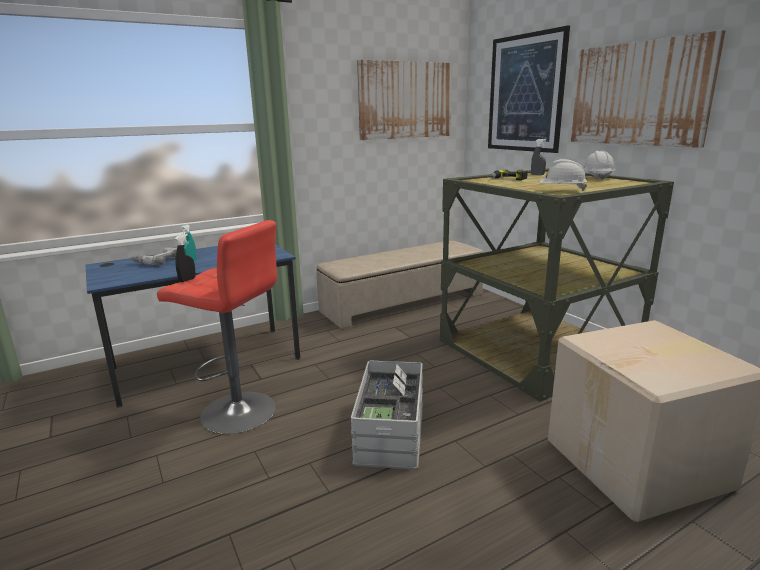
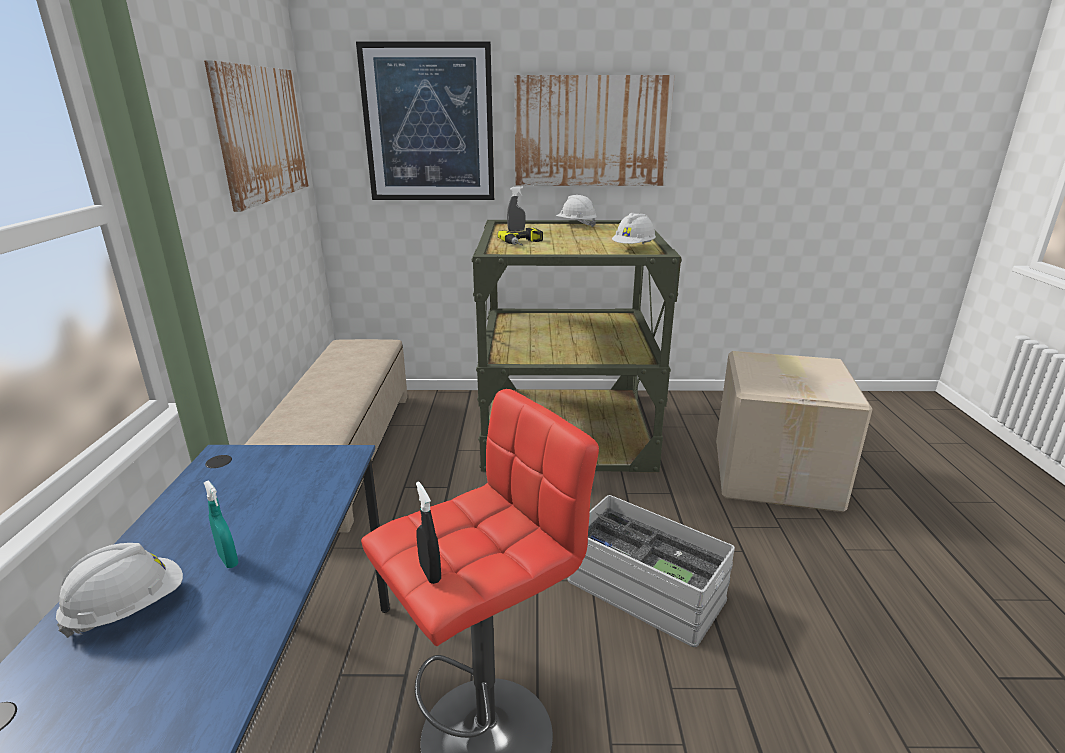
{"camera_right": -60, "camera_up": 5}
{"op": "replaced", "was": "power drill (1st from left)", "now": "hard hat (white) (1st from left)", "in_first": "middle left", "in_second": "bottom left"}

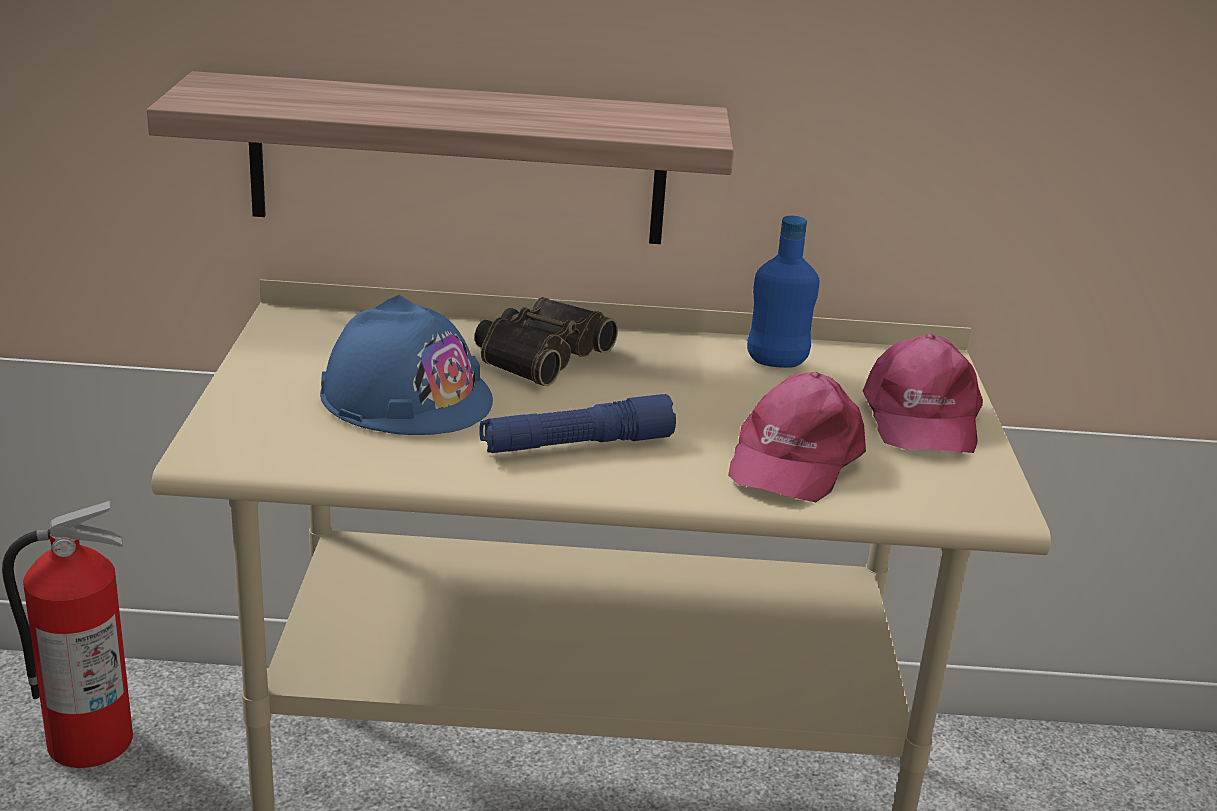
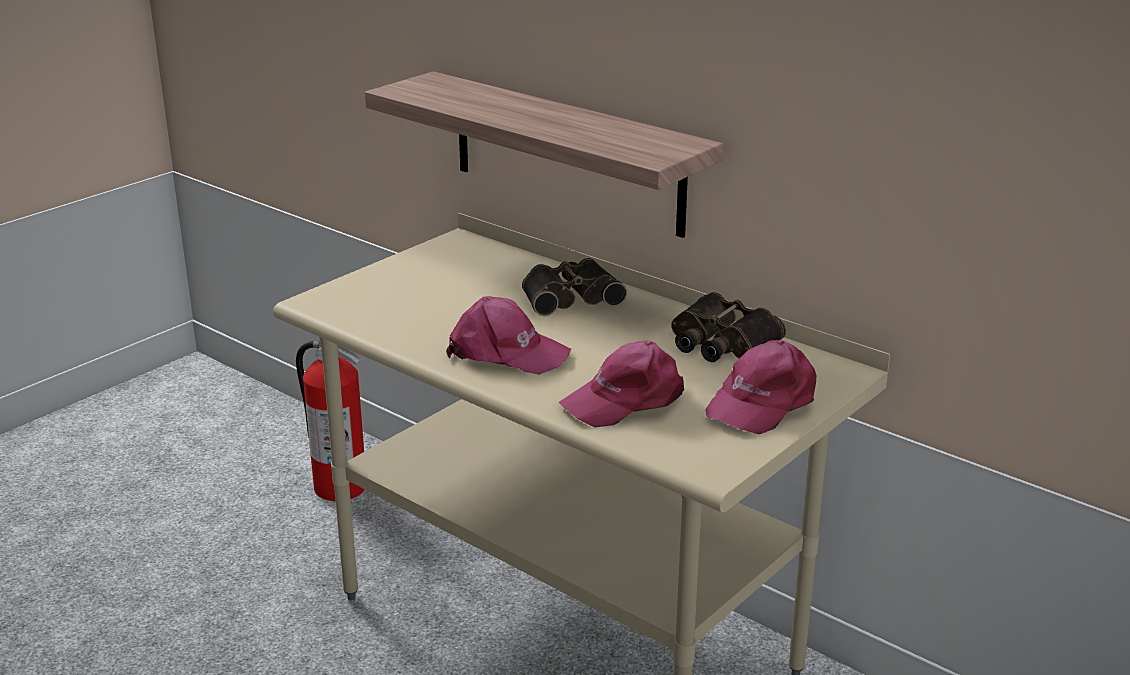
{"camera_right": 40, "camera_up": 0}
{"op": "replaced", "was": "bottle (blue)", "now": "binoculars (2nd from left)", "in_first": "centre", "in_second": "centre"}
{"op": "removed", "was": "hard hat (blue)", "in_first": "centre"}
{"op": "replaced", "was": "flashlight (blue)", "now": "cap (pink) (1st from left)", "in_first": "centre", "in_second": "centre"}

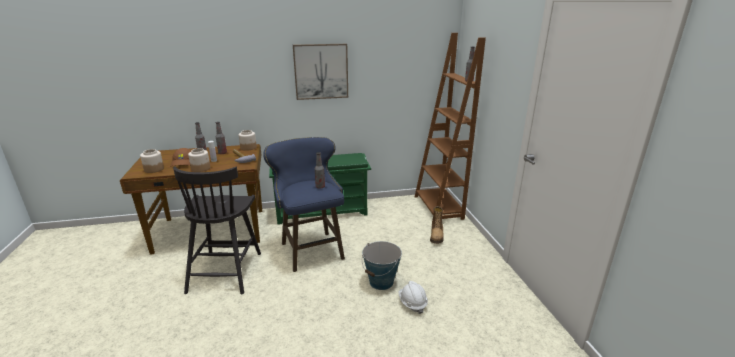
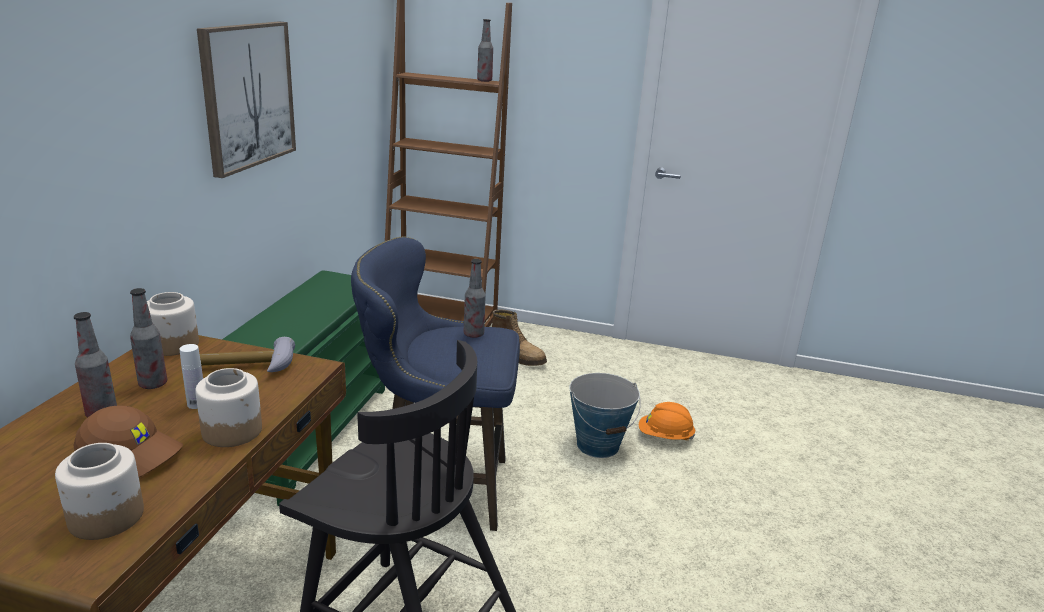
{"camera_right": -65, "camera_up": 0}
{"op": "recoloured", "was": "hard hat (white)", "now": "hard hat (orange)", "in_first": "bottom centre", "in_second": "bottom centre"}

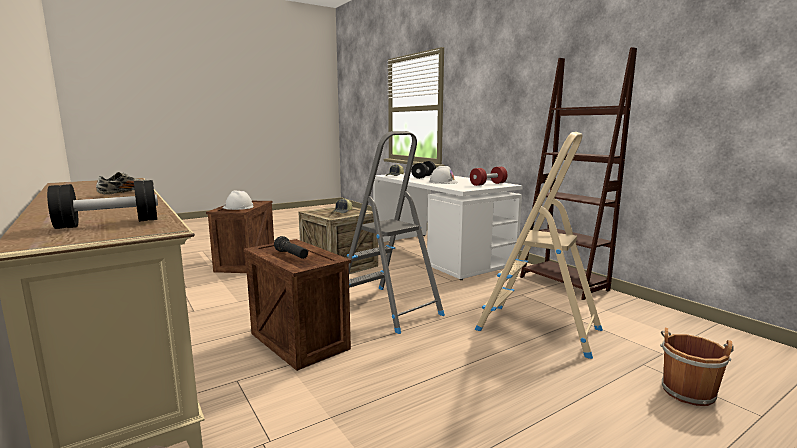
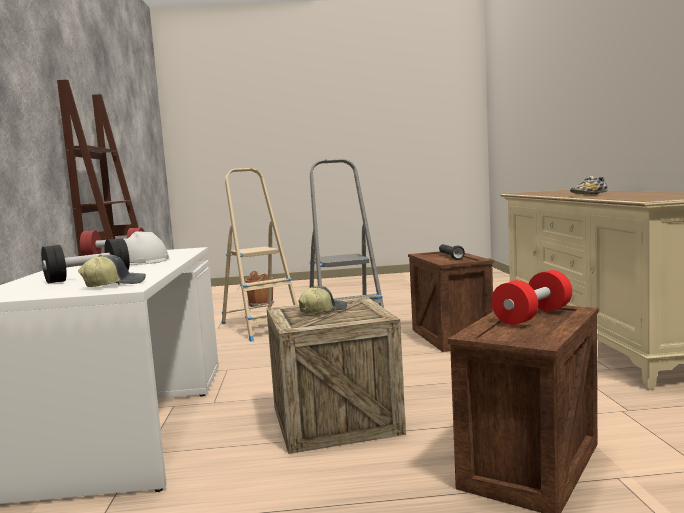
{"camera_right": -150, "camera_up": -5}
{"op": "removed", "was": "dumbbell (black) (1st from left)", "in_first": "middle left"}
{"op": "replaced", "was": "hard hat (white) (1st from left)", "now": "dumbbell (red) (2nd from left)", "in_first": "middle left", "in_second": "middle right"}

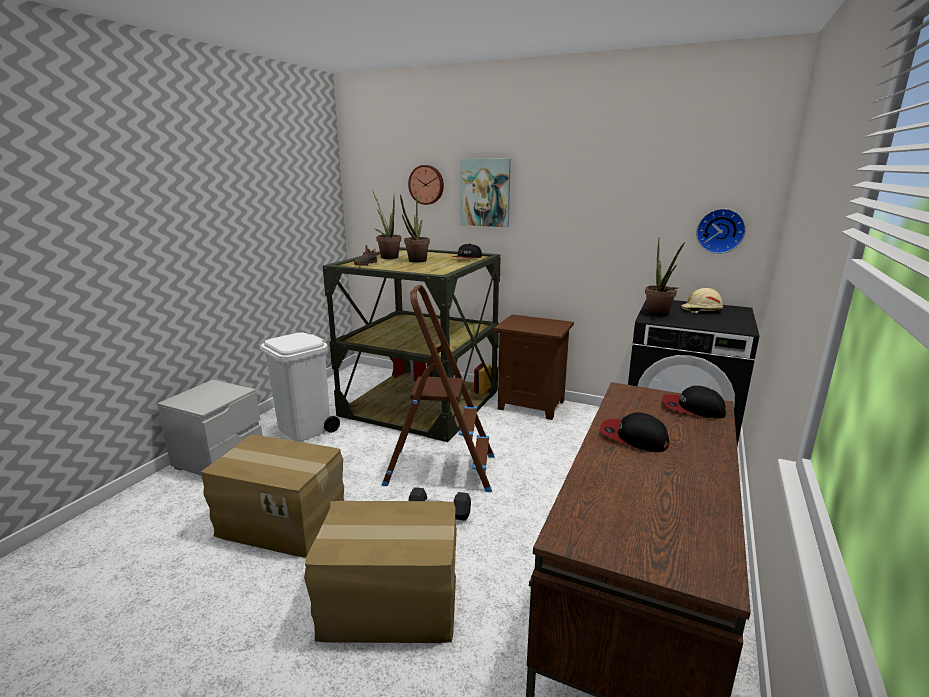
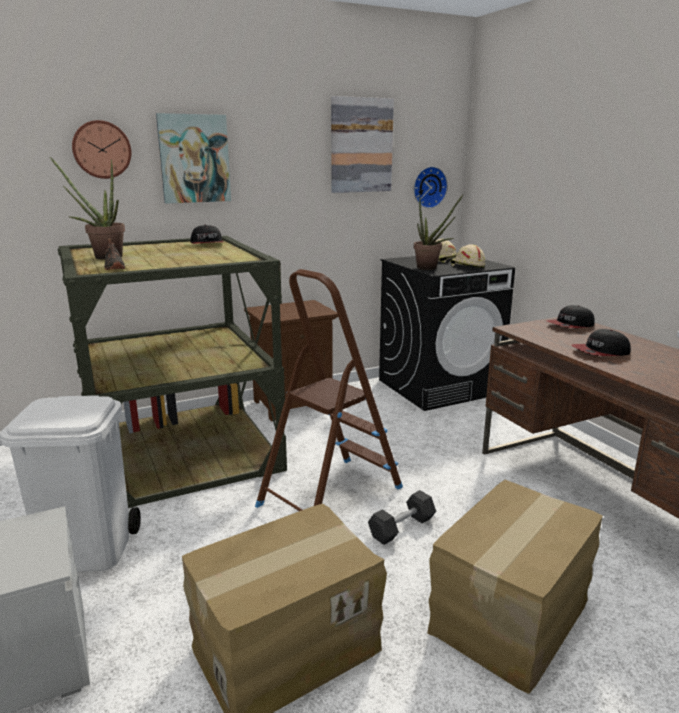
{"camera_right": -50, "camera_up": 0}
{"op": "removed", "was": "potted plant (2nd from left)", "in_first": "top centre"}
{"op": "added", "now": "picture (2nd from left)", "in_second": "top centre"}
{"op": "added", "now": "hard hat (beige) (2nd from left)", "in_second": "middle right"}

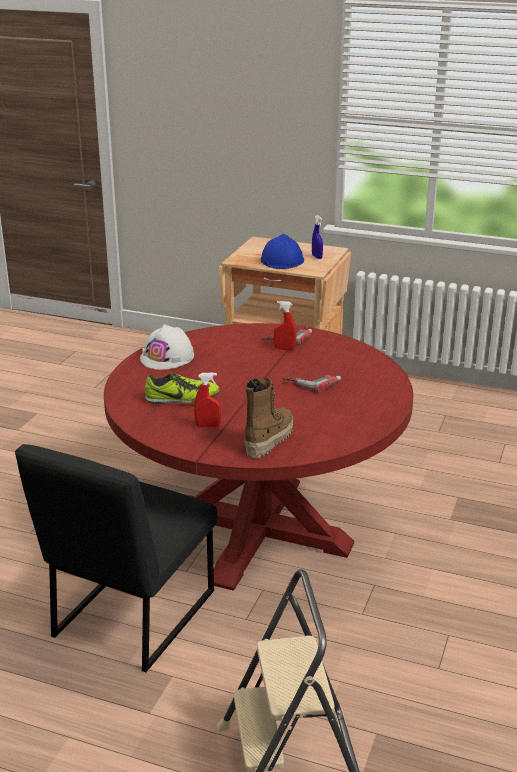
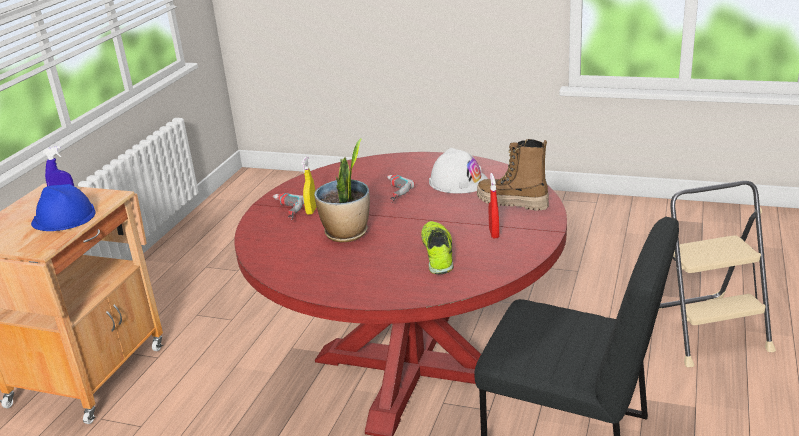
{"camera_right": -90, "camera_up": 0}
{"op": "recoloured", "was": "spray bottle (red) (2nd from left)", "now": "spray bottle (yellow)", "in_first": "centre", "in_second": "centre"}
{"op": "moved", "was": "hard hat (white)", "in_first": "middle left", "in_second": "centre"}
{"op": "added", "now": "potted plant", "in_second": "centre"}

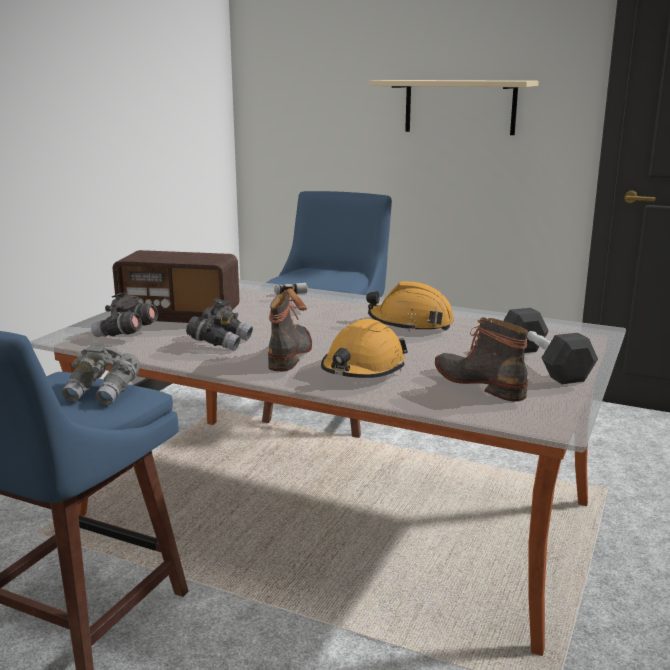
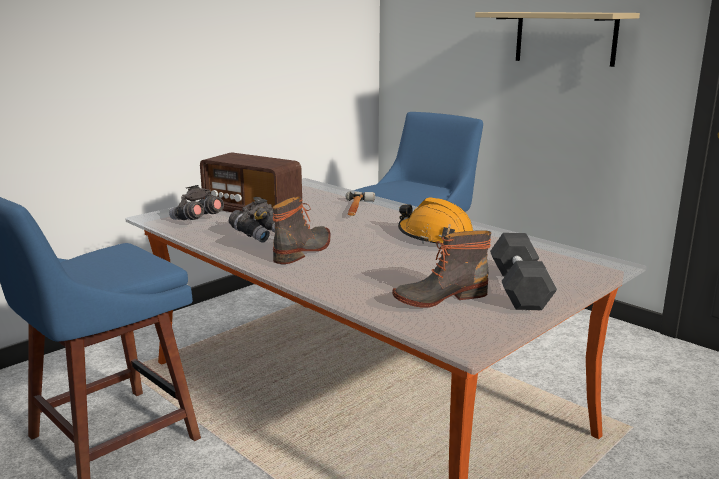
{"camera_right": 20, "camera_up": 0}
{"op": "turned", "was": "boot (2nd from left)", "in_first": "middle right", "in_second": "centre", "clockwise": -90}
{"op": "removed", "was": "hard hat (orange) (1st from left)", "in_first": "centre"}
{"op": "removed", "was": "binoculars (grey) (1st from left)", "in_first": "middle left"}

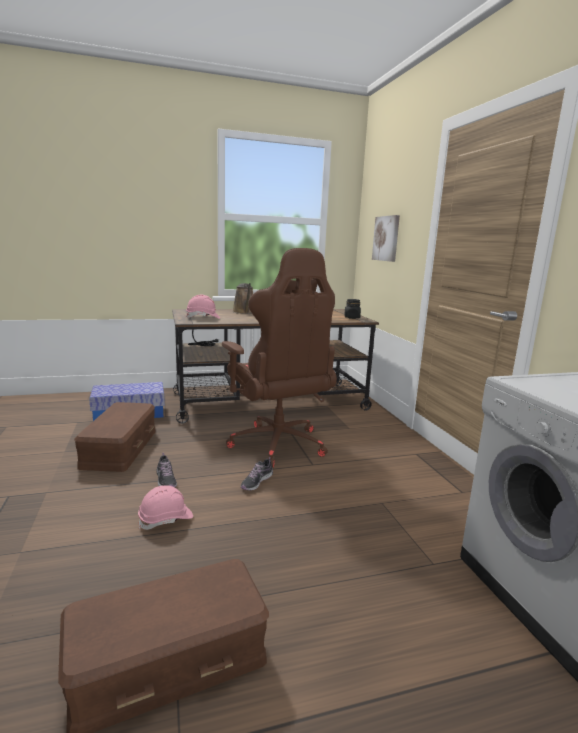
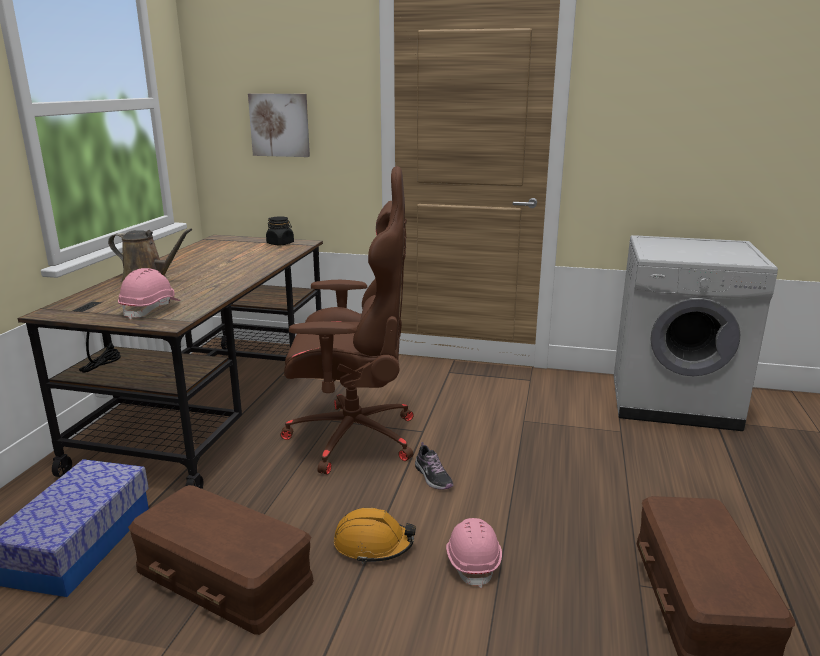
{"camera_right": -60, "camera_up": 5}
{"op": "replaced", "was": "shoe (1st from left)", "now": "hard hat (orange)", "in_first": "middle left", "in_second": "bottom centre"}

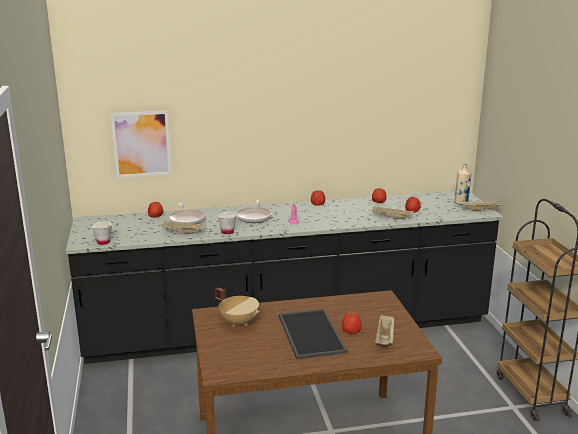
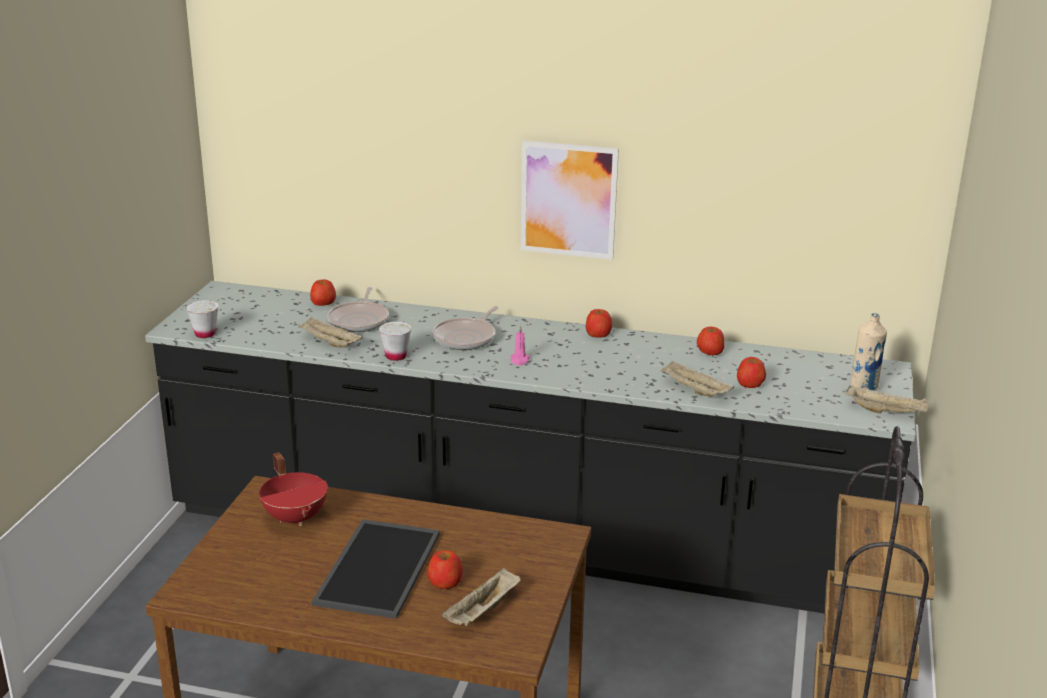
{"camera_right": 25, "camera_up": 5}
{"op": "moved", "was": "picture", "in_first": "top left", "in_second": "top centre"}
{"op": "recoloured", "was": "cooking pot (beige)", "now": "cooking pot (red)", "in_first": "bottom centre", "in_second": "bottom left"}

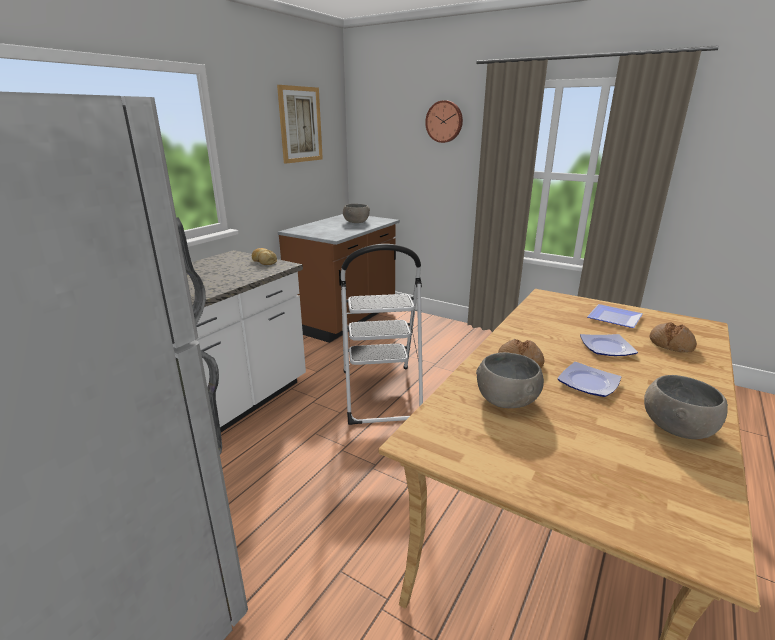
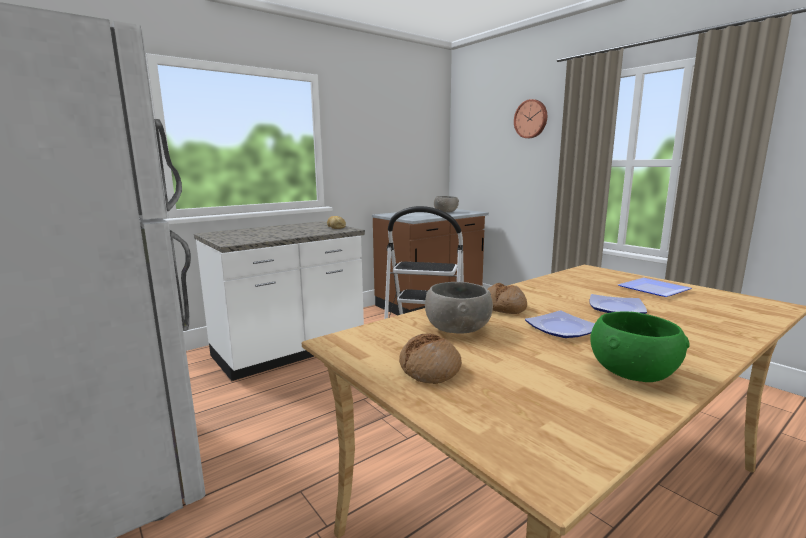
{"camera_right": 20, "camera_up": -10}
{"op": "removed", "was": "picture", "in_first": "top centre"}
{"op": "moved", "was": "bread (3rd from left in the first image)", "now": "bread (2nd from left)", "in_first": "middle right", "in_second": "centre"}
{"op": "recoloured", "was": "bowl (grey) (3rd from left)", "now": "bowl (green)", "in_first": "middle right", "in_second": "middle right"}

